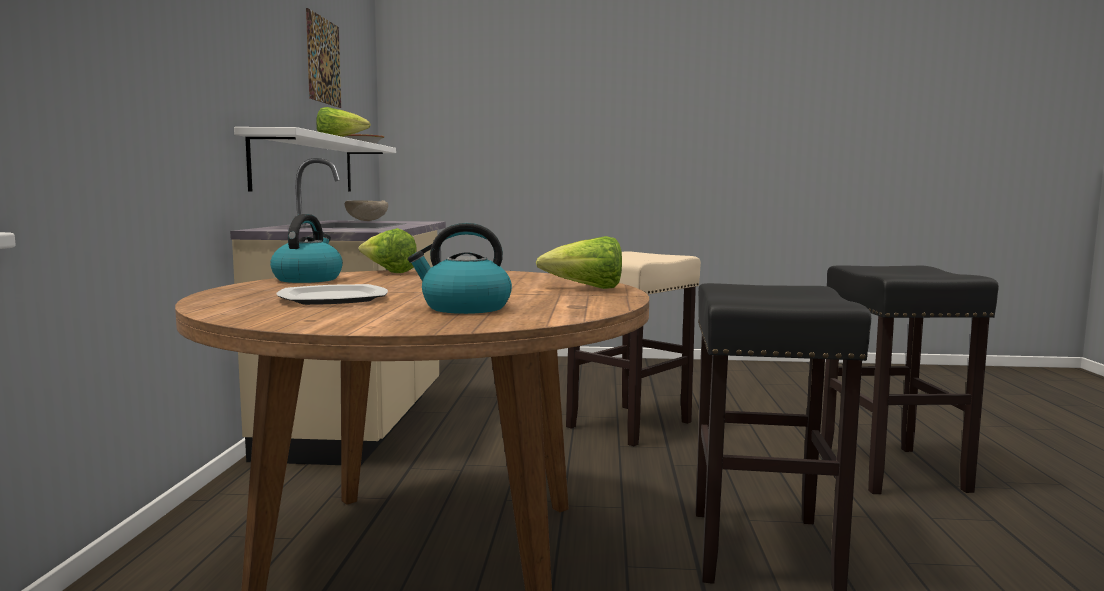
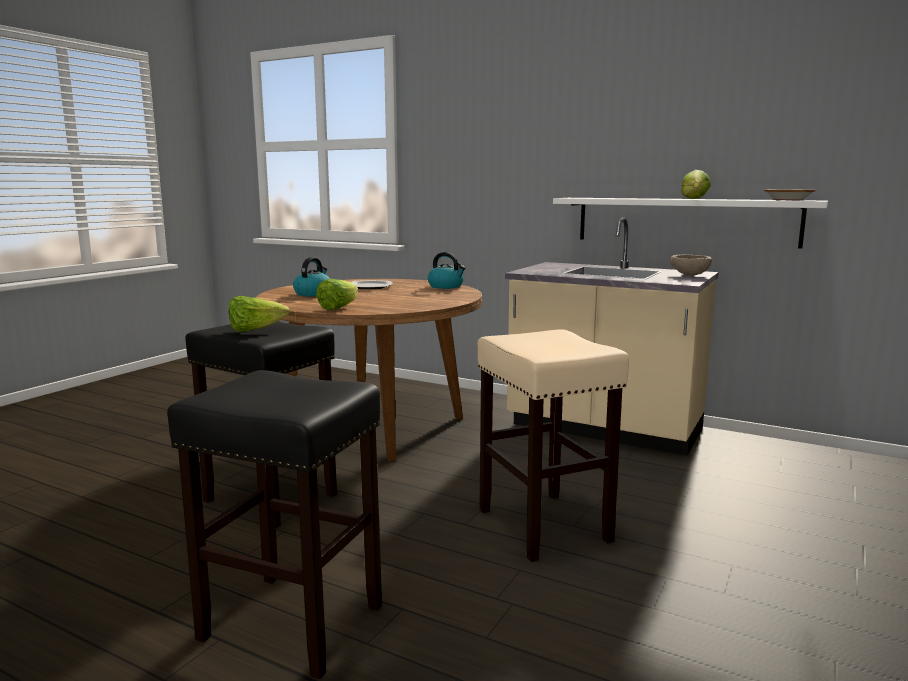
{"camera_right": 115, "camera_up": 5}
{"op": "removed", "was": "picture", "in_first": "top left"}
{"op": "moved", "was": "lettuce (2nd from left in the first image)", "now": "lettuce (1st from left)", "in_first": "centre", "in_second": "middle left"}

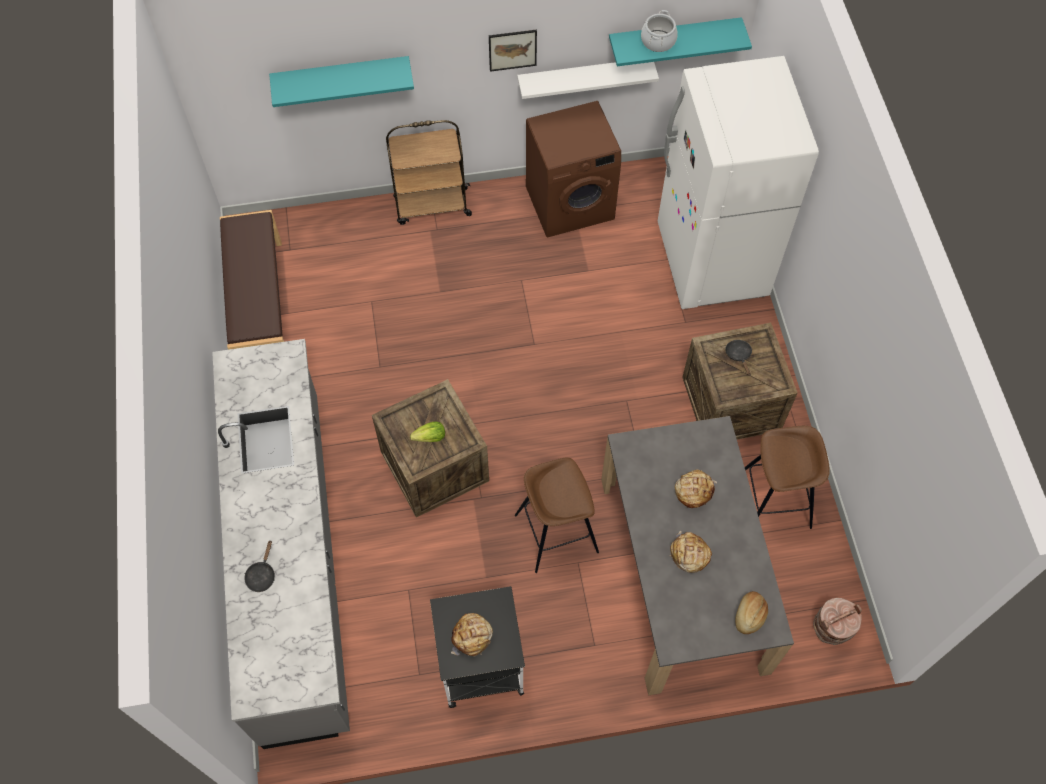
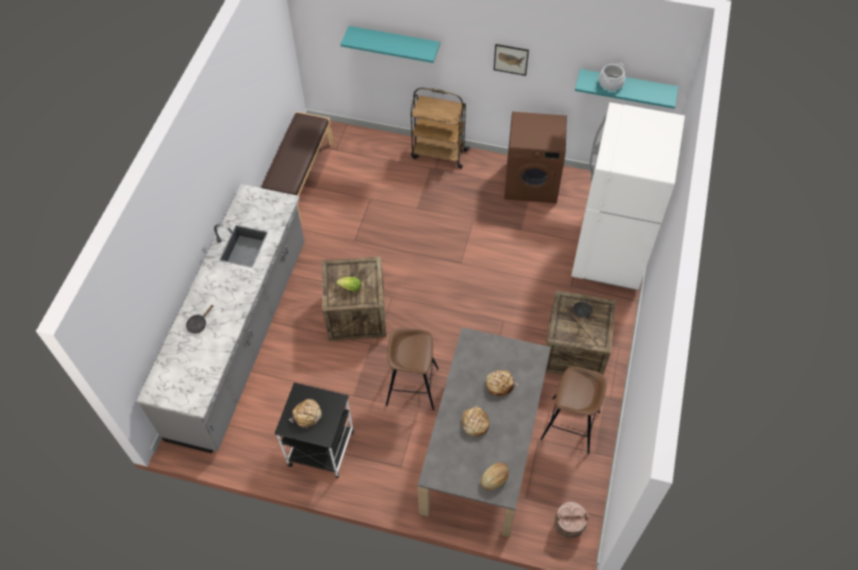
{"camera_right": 25, "camera_up": -5}
{"op": "removed", "was": "shelf (white)", "in_first": "top centre"}

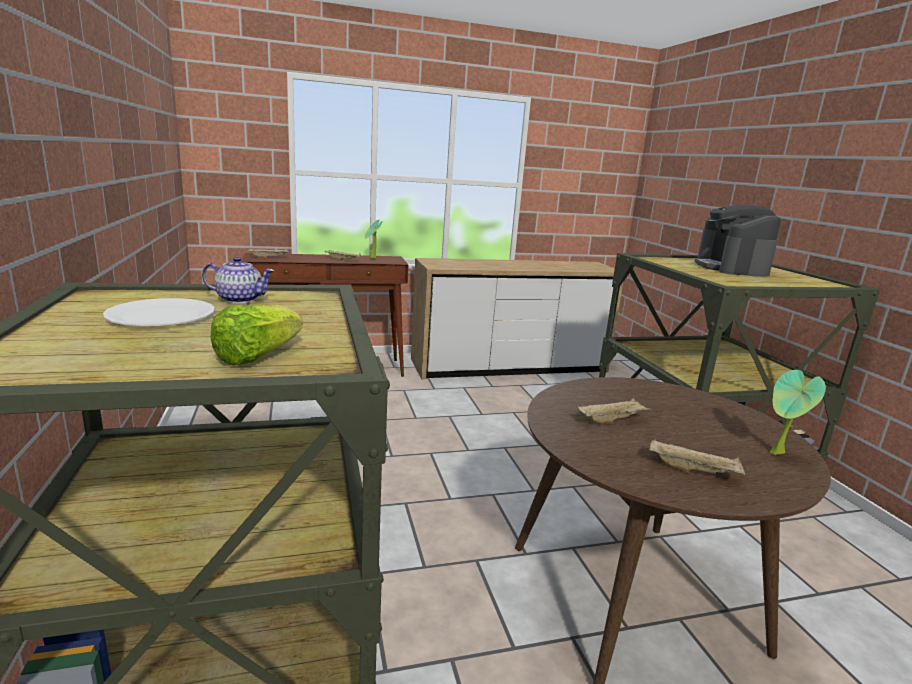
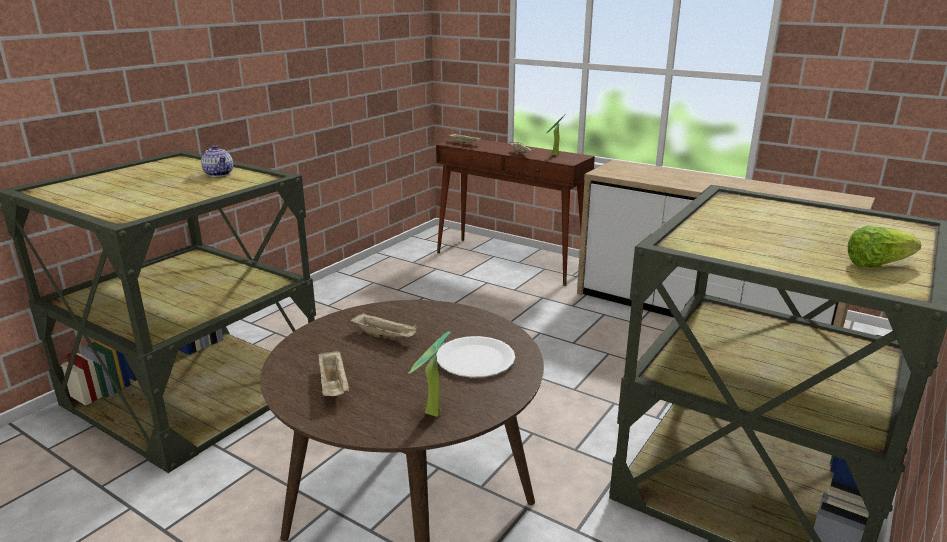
{"camera_right": 50, "camera_up": 5}
{"op": "removed", "was": "coffee machine", "in_first": "middle right"}
{"op": "moved", "was": "plate (white)", "in_first": "middle left", "in_second": "centre"}
{"op": "moved", "was": "lettuce", "in_first": "middle left", "in_second": "middle right"}

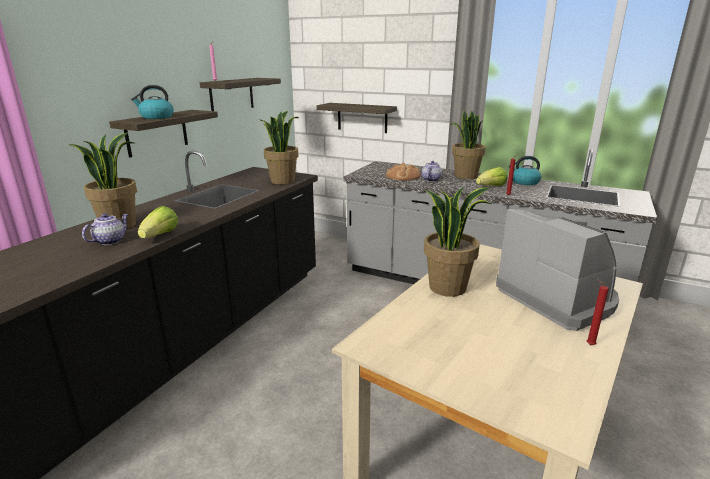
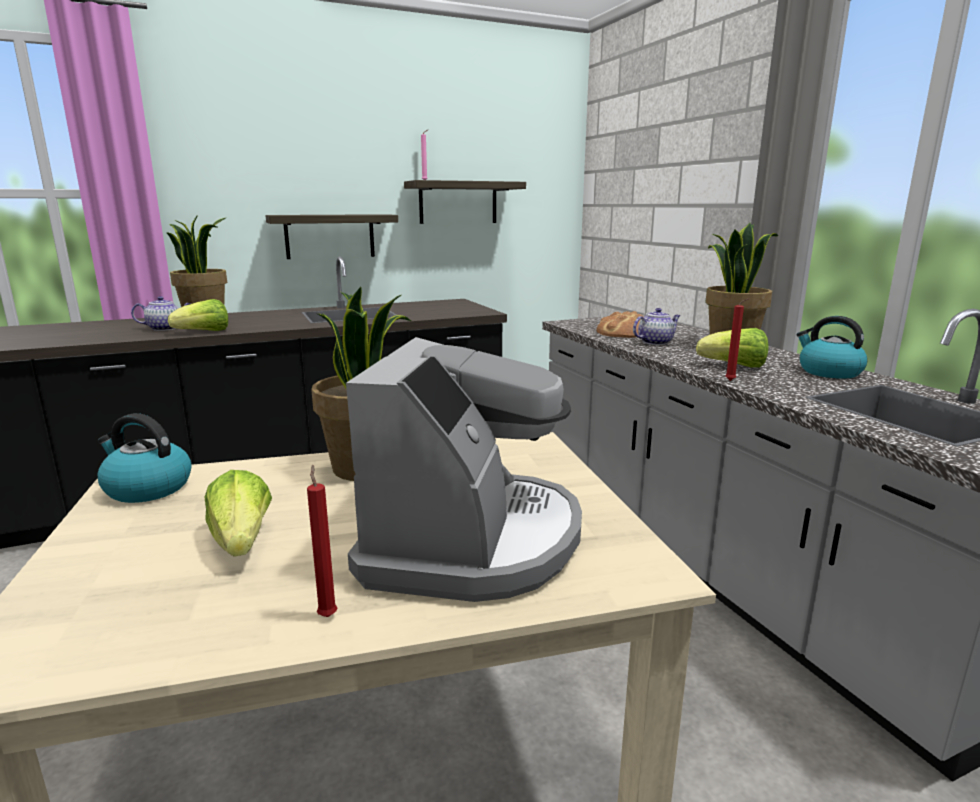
{"camera_right": 40, "camera_up": -5}
{"op": "moved", "was": "kettle (1st from left)", "in_first": "top left", "in_second": "middle left"}
{"op": "removed", "was": "shelf (3rd from left)", "in_first": "top centre"}
{"op": "removed", "was": "potted plant (2nd from left)", "in_first": "top centre"}
{"op": "added", "now": "lettuce (2nd from left)", "in_second": "middle left"}

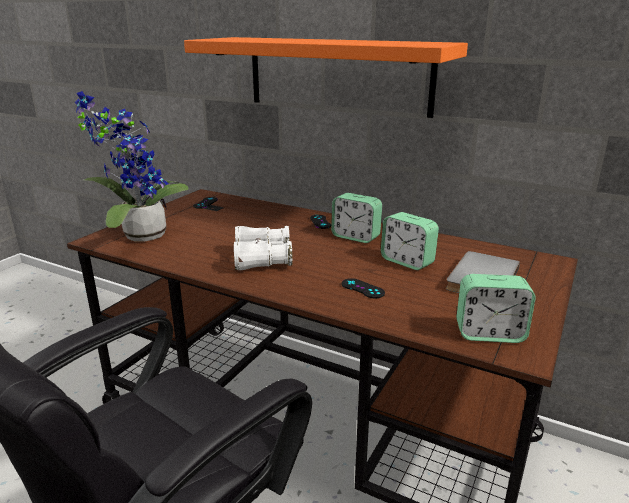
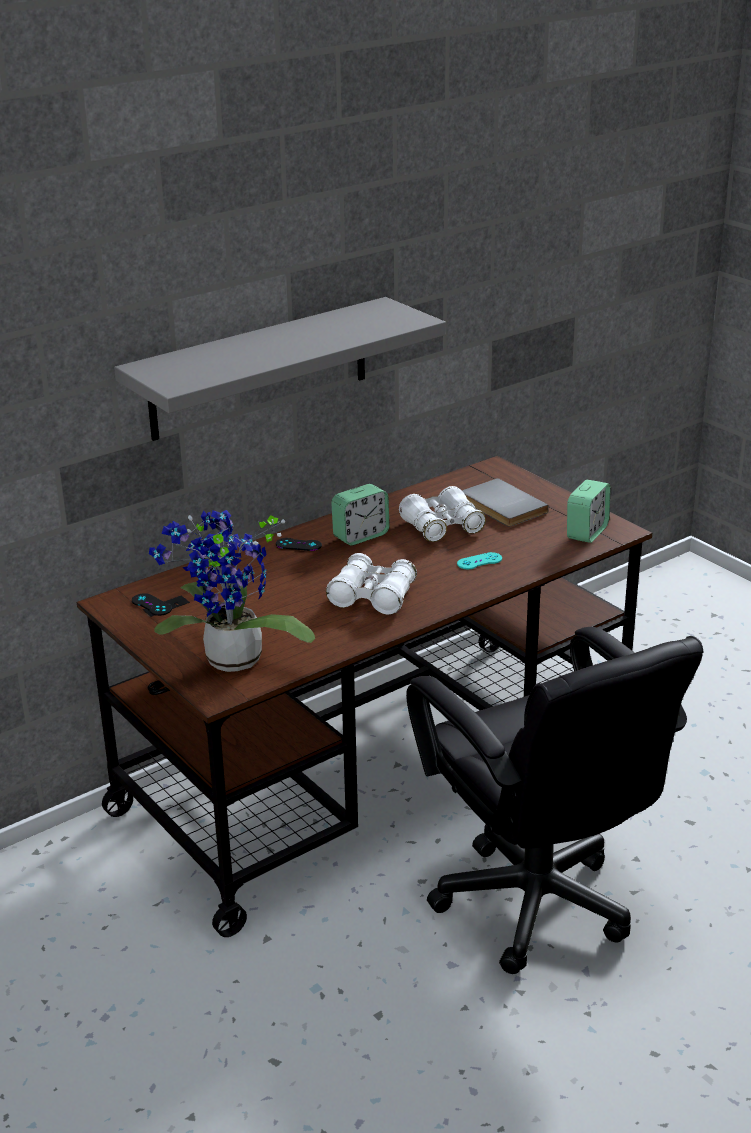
{"camera_right": -65, "camera_up": 5}
{"op": "recoloured", "was": "shelf (orange)", "now": "shelf (grey)", "in_first": "top centre", "in_second": "top centre"}
{"op": "replaced", "was": "alarm clock (2nd from left)", "now": "binoculars (white) (2nd from left)", "in_first": "centre", "in_second": "centre"}
{"op": "recoloured", "was": "game controller (black) (3rd from left)", "now": "game controller (turquoise)", "in_first": "centre", "in_second": "centre"}

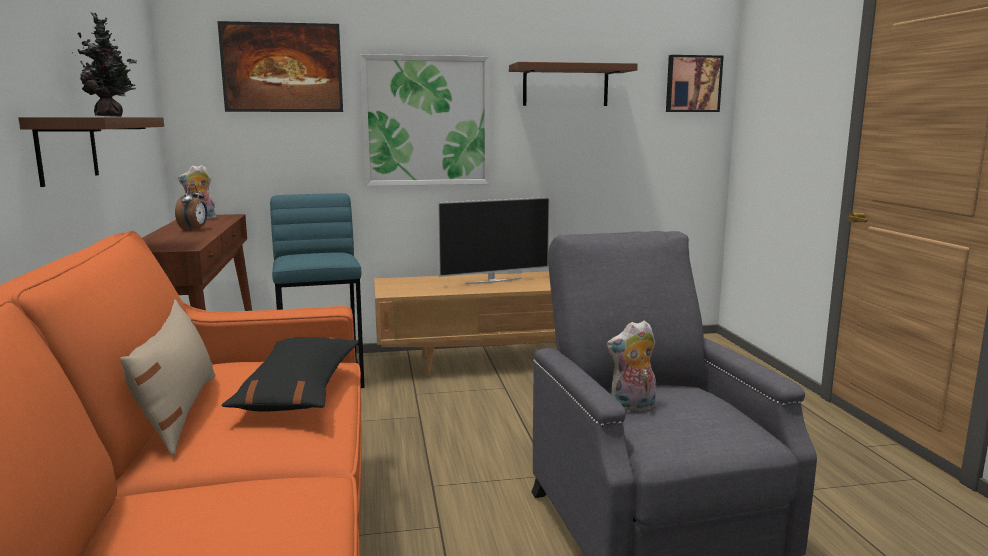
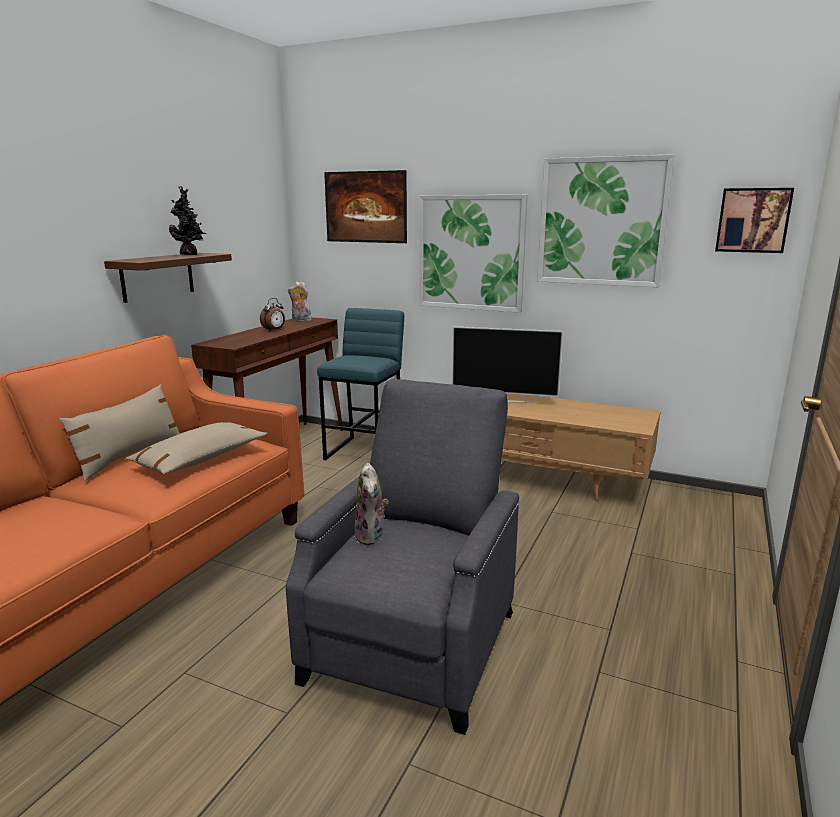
{"camera_right": 35, "camera_up": 5}
{"op": "replaced", "was": "shelf (brown) (2nd from left)", "now": "picture (3rd from left)", "in_first": "top centre", "in_second": "top right"}
{"op": "turned", "was": "plush toy (2nd from left)", "in_first": "centre", "in_second": "centre", "clockwise": -120}
{"op": "recoloured", "was": "pillow (black)", "now": "pillow (beige) (2nd from left)", "in_first": "bottom left", "in_second": "middle left"}

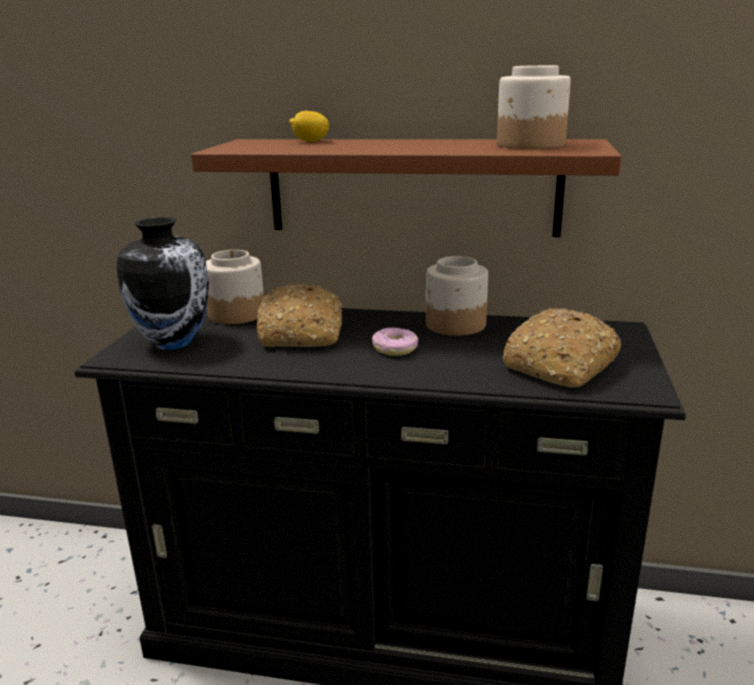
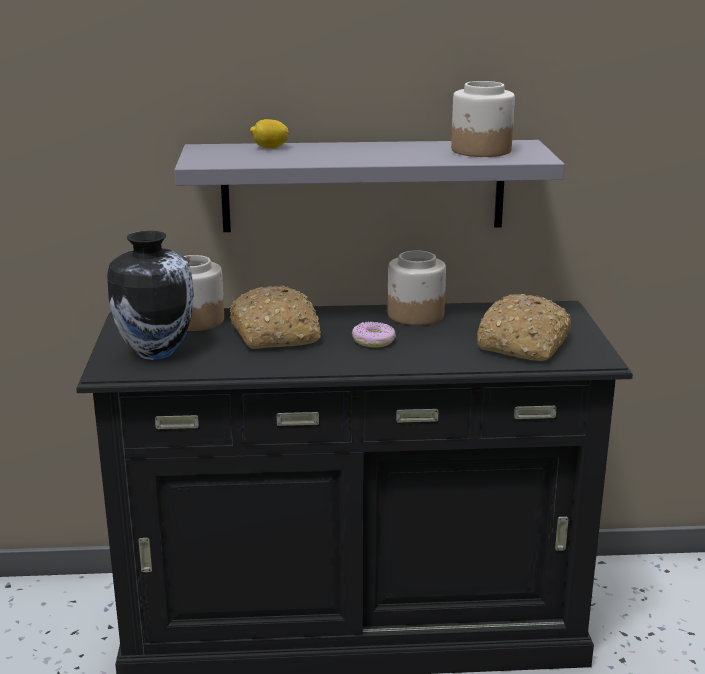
{"camera_right": -15, "camera_up": 0}
{"op": "recoloured", "was": "shelf (brown)", "now": "shelf (grey)", "in_first": "top centre", "in_second": "top centre"}

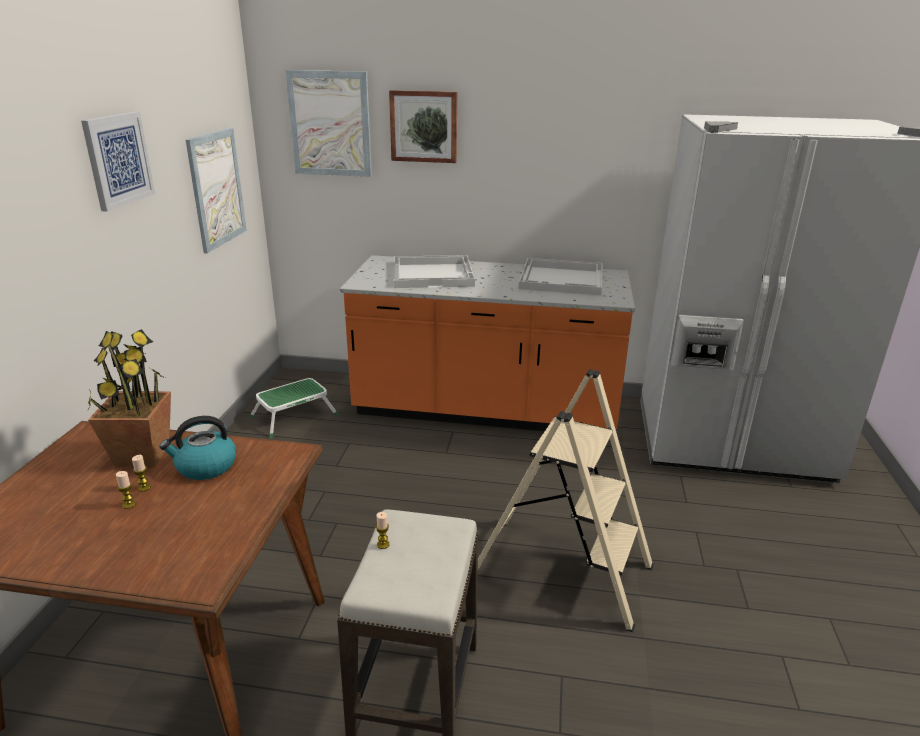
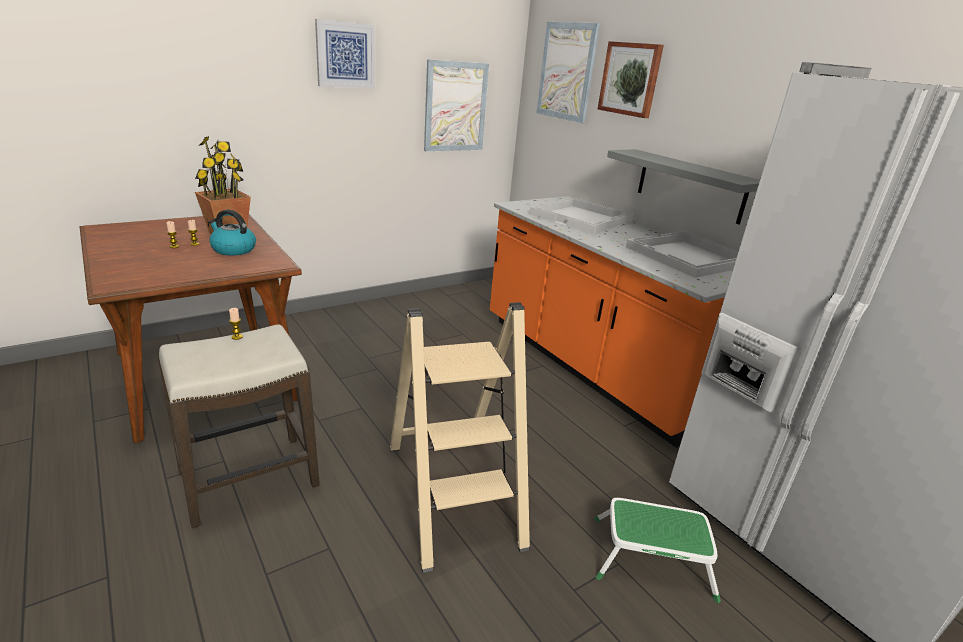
{"camera_right": 45, "camera_up": 0}
{"op": "moved", "was": "step ladder (green)", "in_first": "middle left", "in_second": "bottom right"}
{"op": "added", "now": "shelf (grey)", "in_second": "top right"}

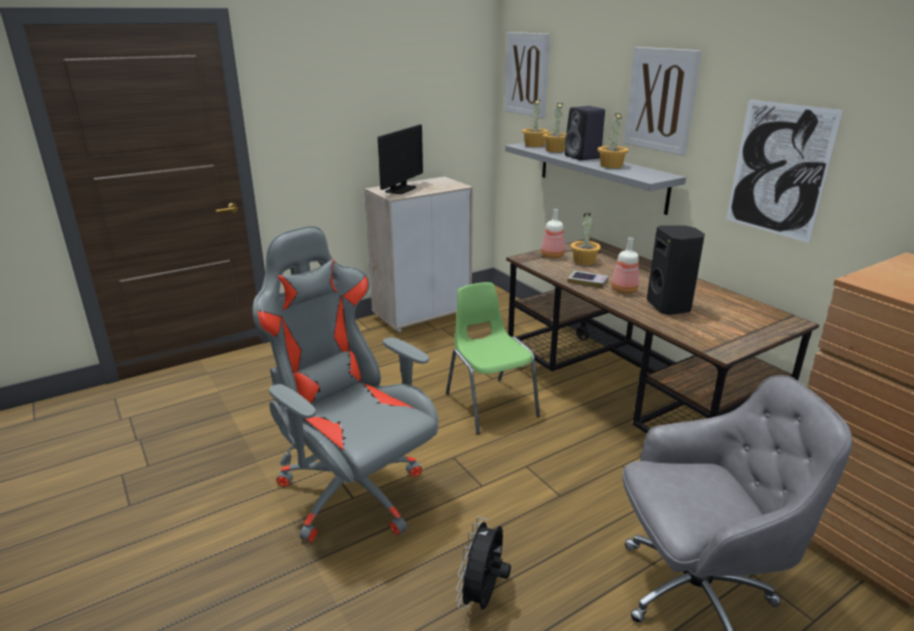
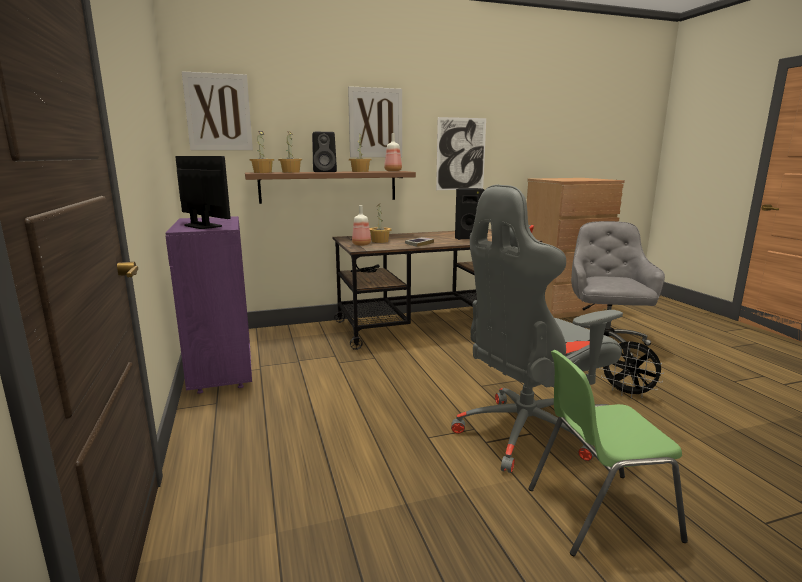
{"camera_right": -75, "camera_up": -10}
{"op": "recoloured", "was": "shelf (grey)", "now": "shelf (brown)", "in_first": "top centre", "in_second": "top centre"}
{"op": "recoloured", "was": "cabinet (beige)", "now": "cabinet (purple)", "in_first": "centre", "in_second": "middle left"}
{"op": "moved", "was": "bottle (2nd from left)", "in_first": "middle right", "in_second": "top centre"}
{"op": "moved", "was": "chair (green)", "in_first": "centre", "in_second": "bottom right"}

